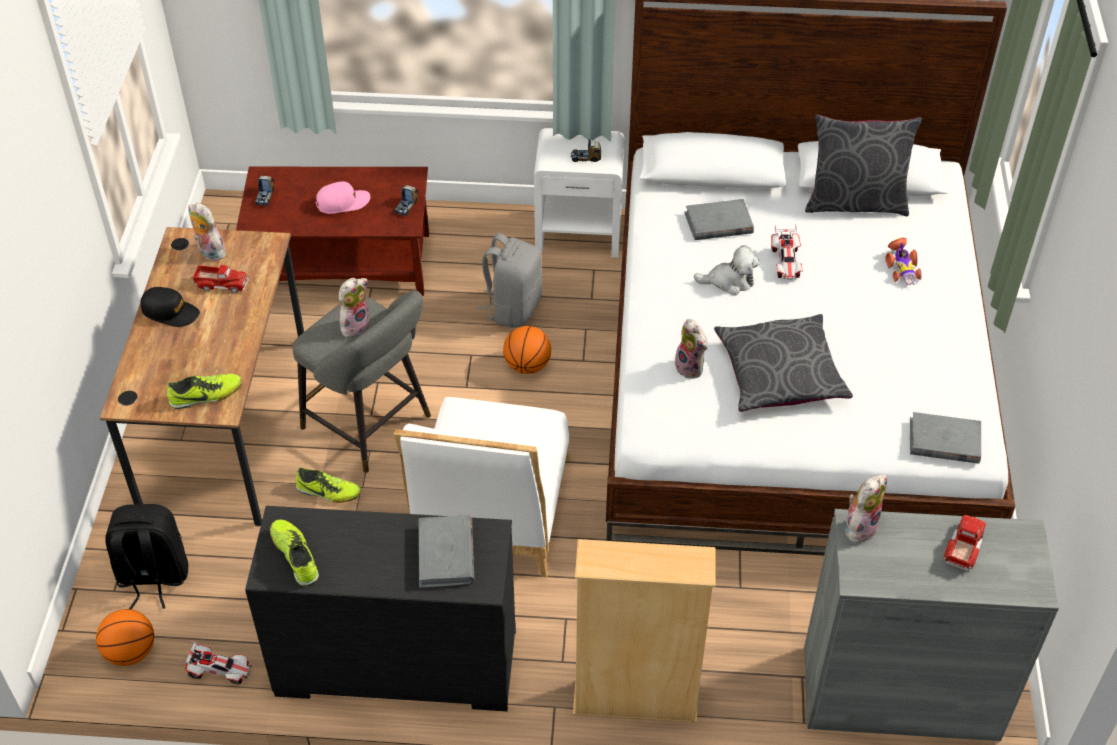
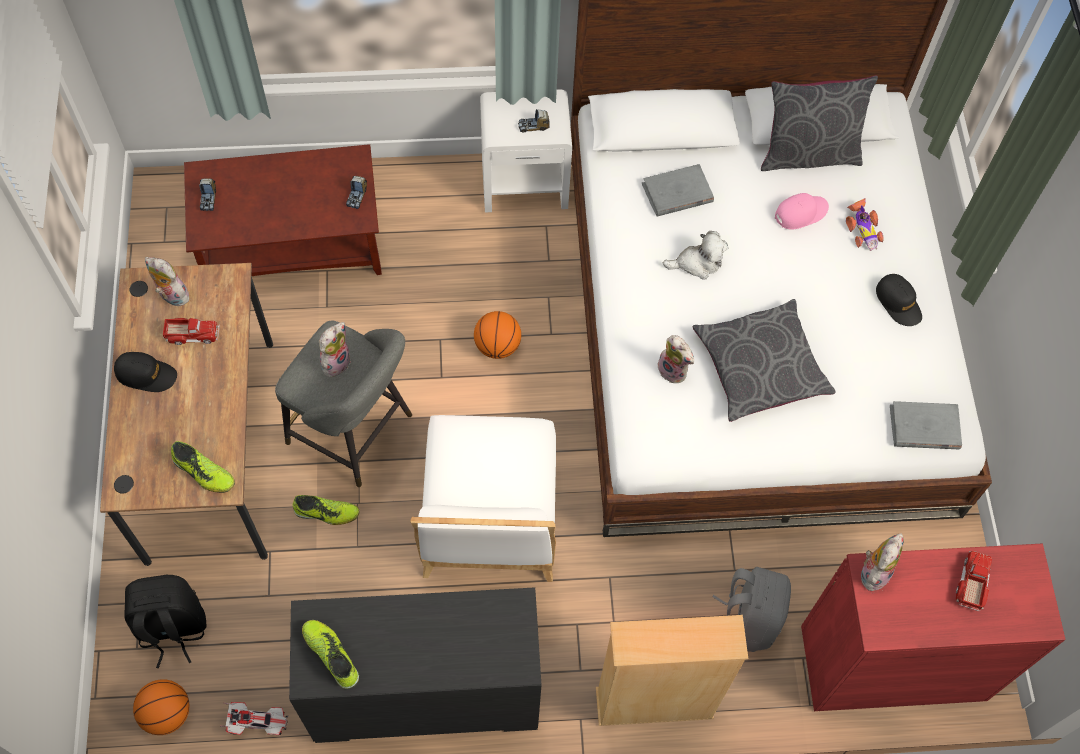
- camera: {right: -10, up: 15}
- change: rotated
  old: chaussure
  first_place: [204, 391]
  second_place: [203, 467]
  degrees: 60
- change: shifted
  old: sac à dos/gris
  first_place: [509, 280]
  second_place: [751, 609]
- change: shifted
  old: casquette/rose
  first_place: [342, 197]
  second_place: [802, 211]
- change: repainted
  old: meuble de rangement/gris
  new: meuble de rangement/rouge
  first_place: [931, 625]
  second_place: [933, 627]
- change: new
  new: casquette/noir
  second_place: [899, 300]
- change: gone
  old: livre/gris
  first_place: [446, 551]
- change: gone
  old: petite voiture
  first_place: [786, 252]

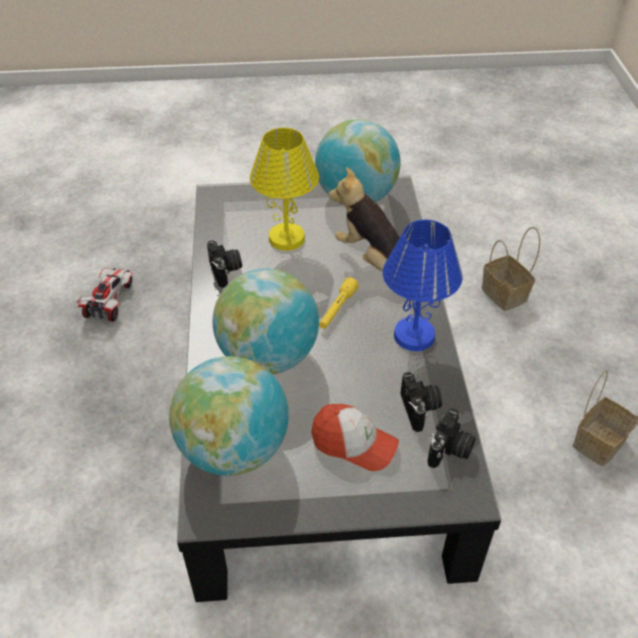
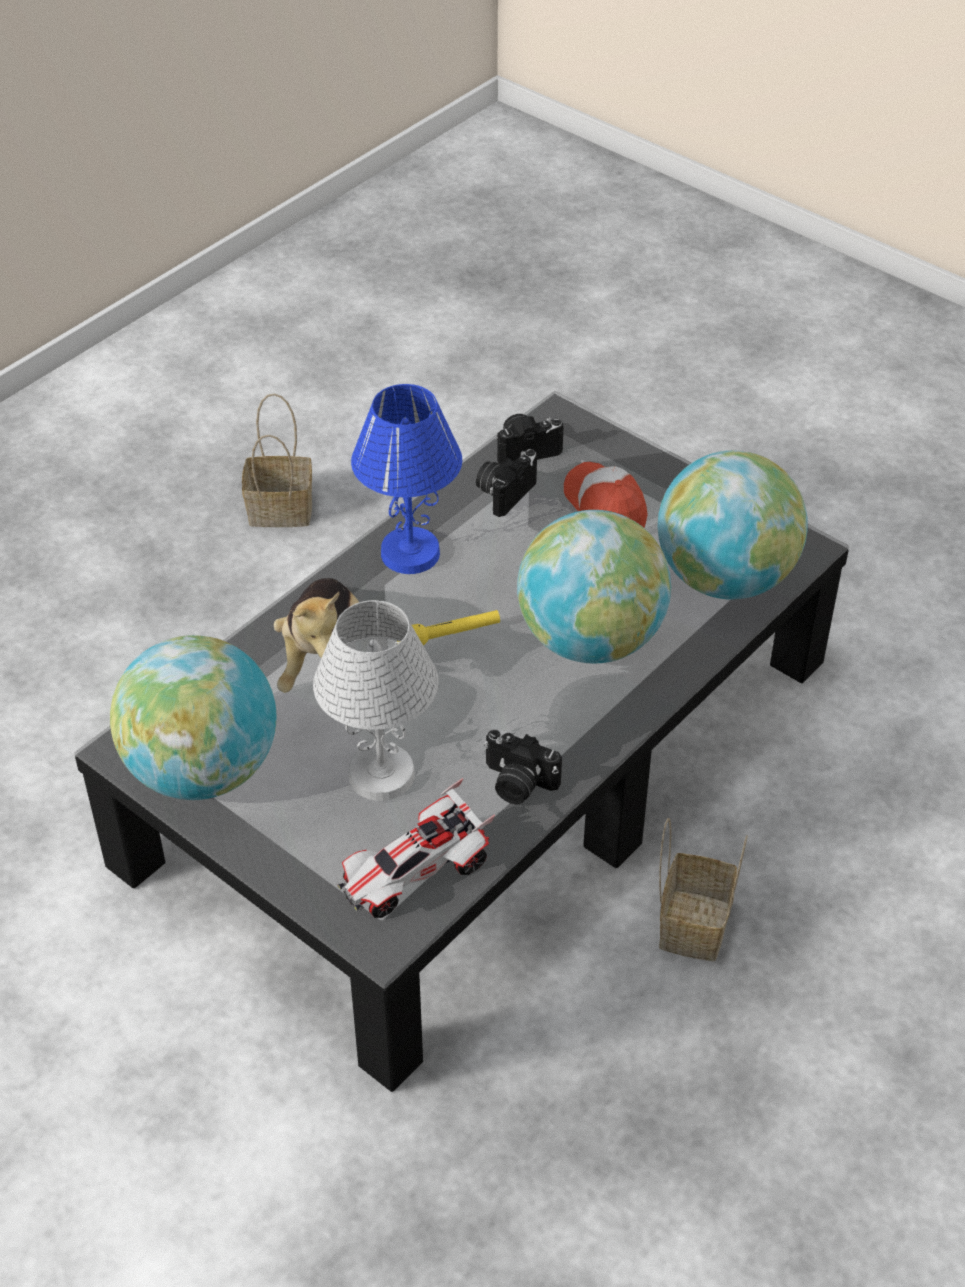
- camera: {right: -135, up: 0}
- change: repainted
  old: lampe de table/jaune
  new: lampe de table/blanc
  first_place: [284, 189]
  second_place: [376, 700]
- change: shifted
  old: petite voiture
  first_place: [104, 295]
  second_place: [416, 848]
- change: rotated
  old: appareil photo
  first_place: [224, 264]
  second_place: [523, 767]
  degrees: -90
- change: shifted
  old: panier
  first_place: [510, 269]
  second_place: [703, 889]

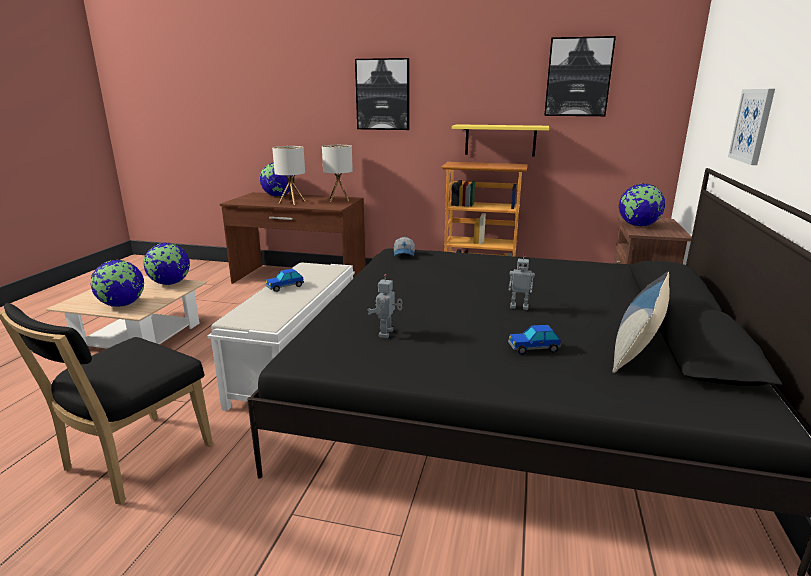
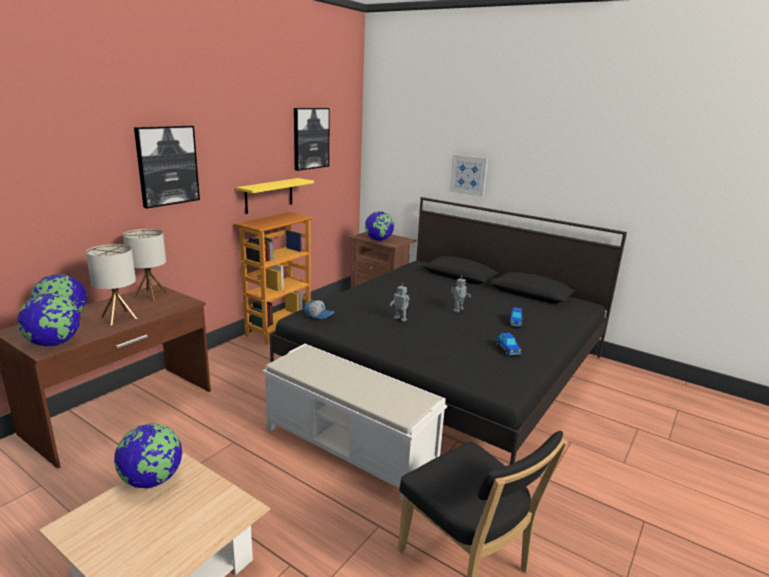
- camera: {right: -70, up: 0}
- change: shifted
  old: globe
  first_place: [117, 283]
  second_place: [49, 320]
- change: shifted
  old: robot jouet
  first_place: [385, 306]
  second_place: [400, 302]
- change: shifted
  old: petite voiture
  first_place: [284, 280]
  second_place: [508, 344]
- change: gone
  old: coussin
  first_place: [641, 322]

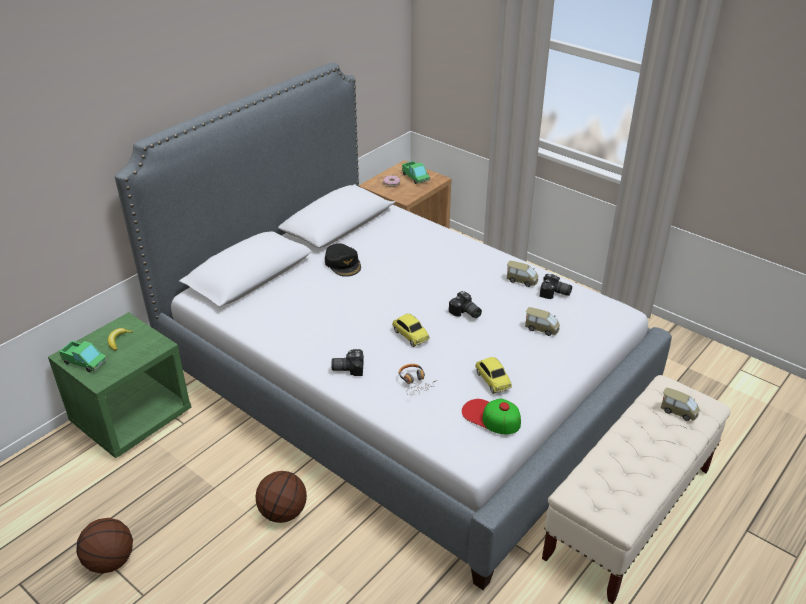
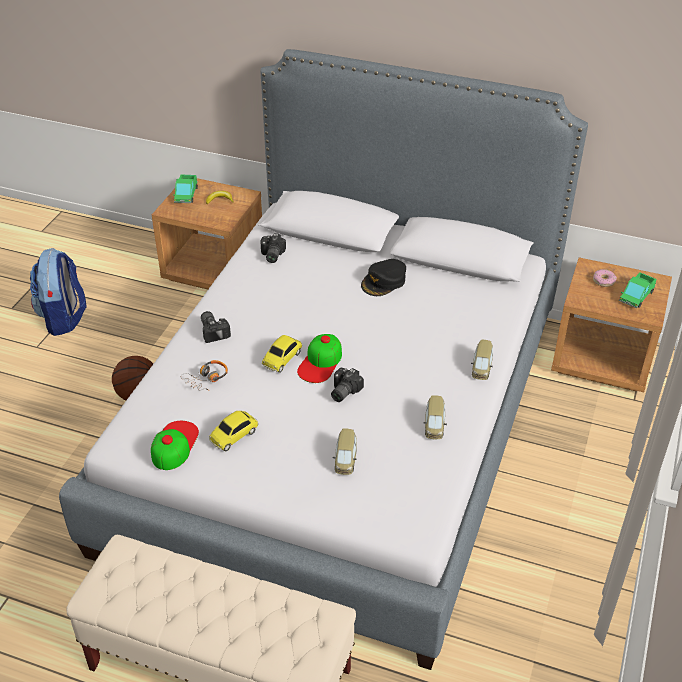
- camera: {right: 70, up: 5}
- change: swapped
  old: ballon de basket
  new: sac à dos
  first_place: [104, 546]
  second_place: [58, 292]
- change: repainted
  old: table de chevet/vert
  new: table de chevet/marron
  first_place: [119, 385]
  second_place: [207, 234]
- change: shifted
  old: appareil photo
  first_place: [556, 286]
  second_place: [273, 248]
- change: new
  new: casquette
  second_place: [319, 358]
- change: shifted
  old: petite voiture
  first_place: [680, 404]
  second_place: [482, 360]

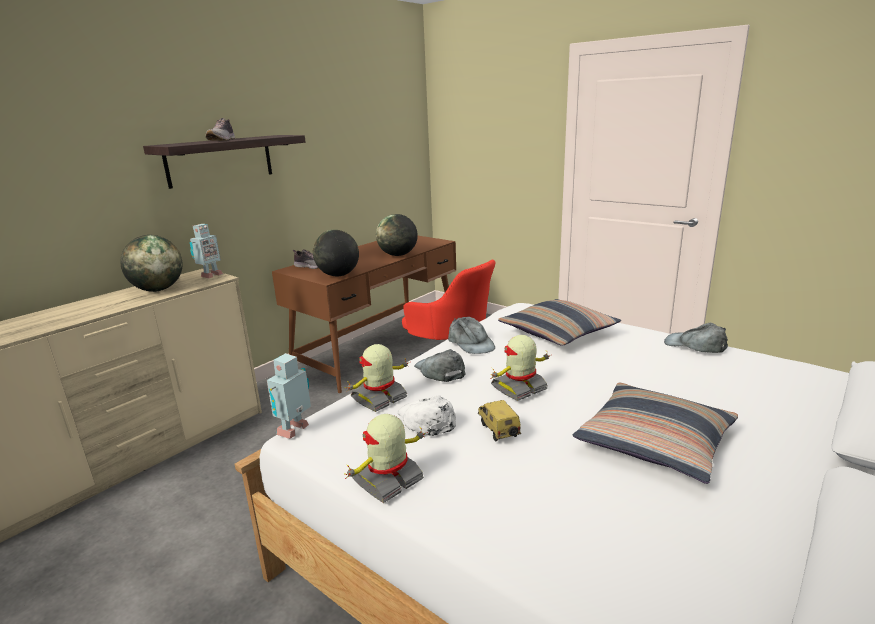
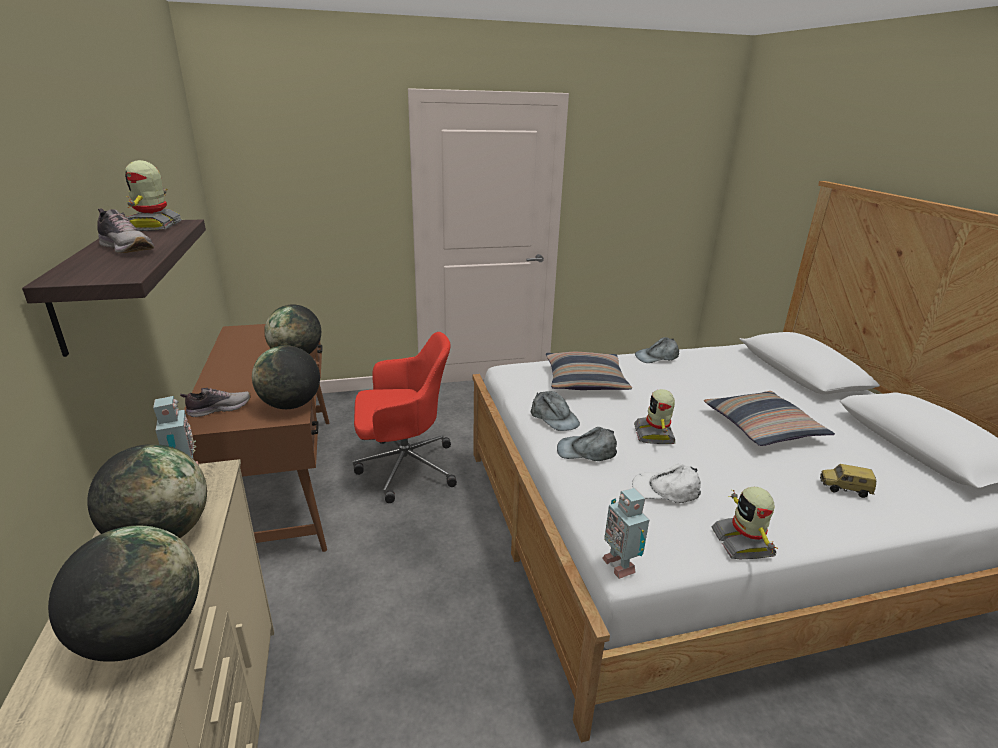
- camera: {right: -55, up: 5}
- change: new
  new: globe
  second_place: [123, 594]
- change: shifted
  old: robot jouet
  first_place: [377, 378]
  second_place: [153, 195]
- change: rotated
  old: casquette/gris
  first_place: [471, 335]
  second_place: [555, 411]
  degrees: 45
- change: shifted
  old: petite voiture
  first_place: [499, 421]
  second_place: [848, 481]

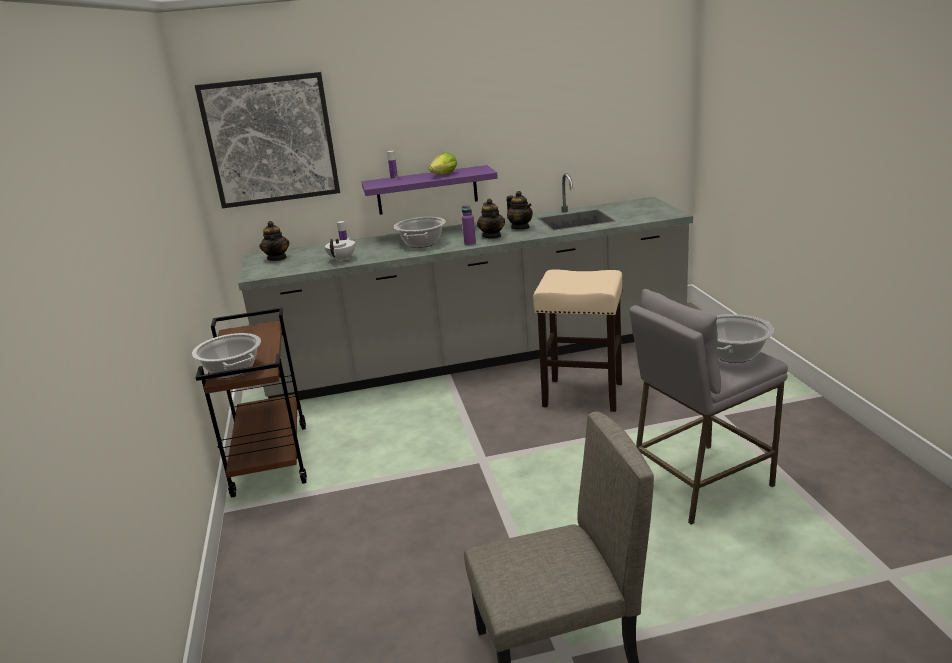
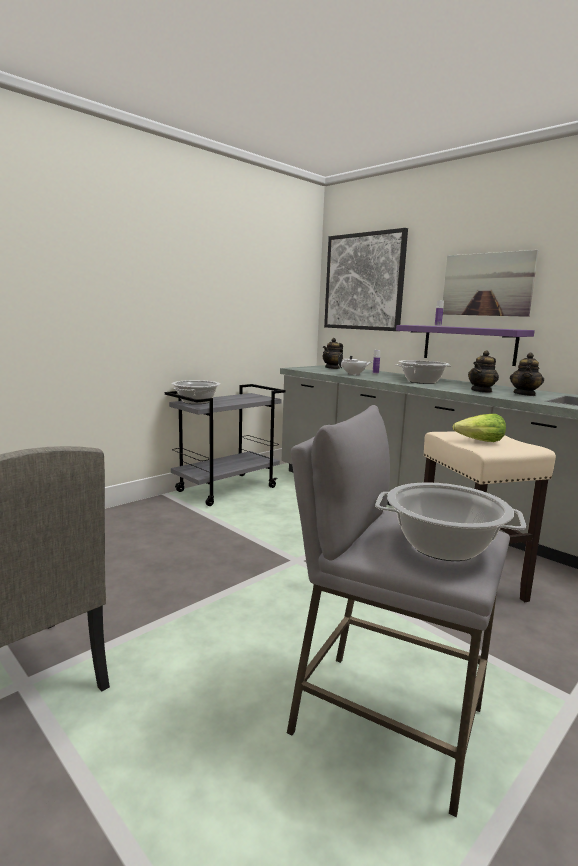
- camera: {right: 55, up: -10}
- change: repainted
  old: chariot/marron
  new: chariot/gris
  first_place: [251, 402]
  second_place: [225, 445]
- change: new
  new: tableau
  second_place: [491, 283]
- change: shifted
  old: laitue
  first_place: [442, 163]
  second_place: [479, 428]
- change: gone
  old: bouteille/violet
  first_place: [469, 225]

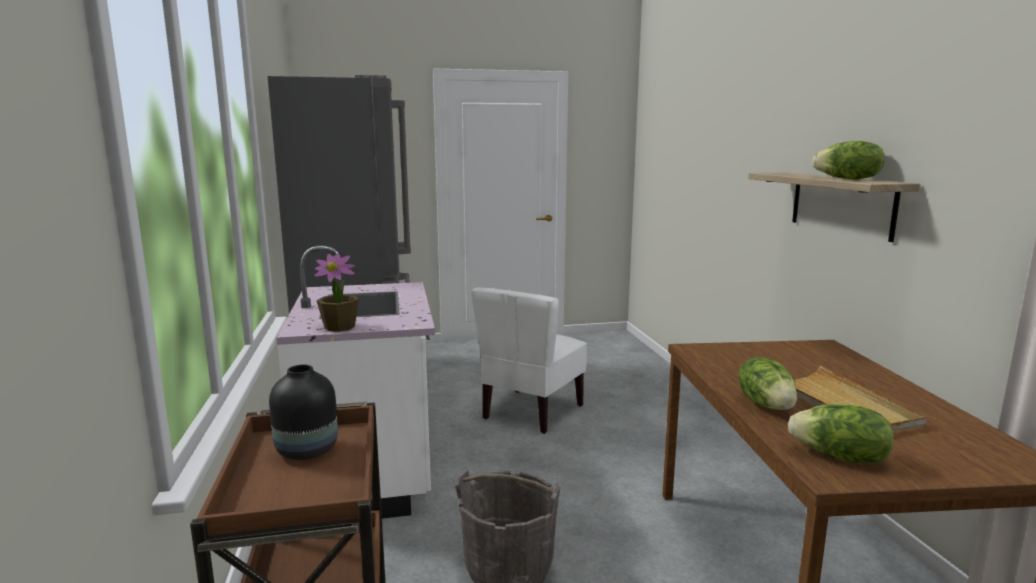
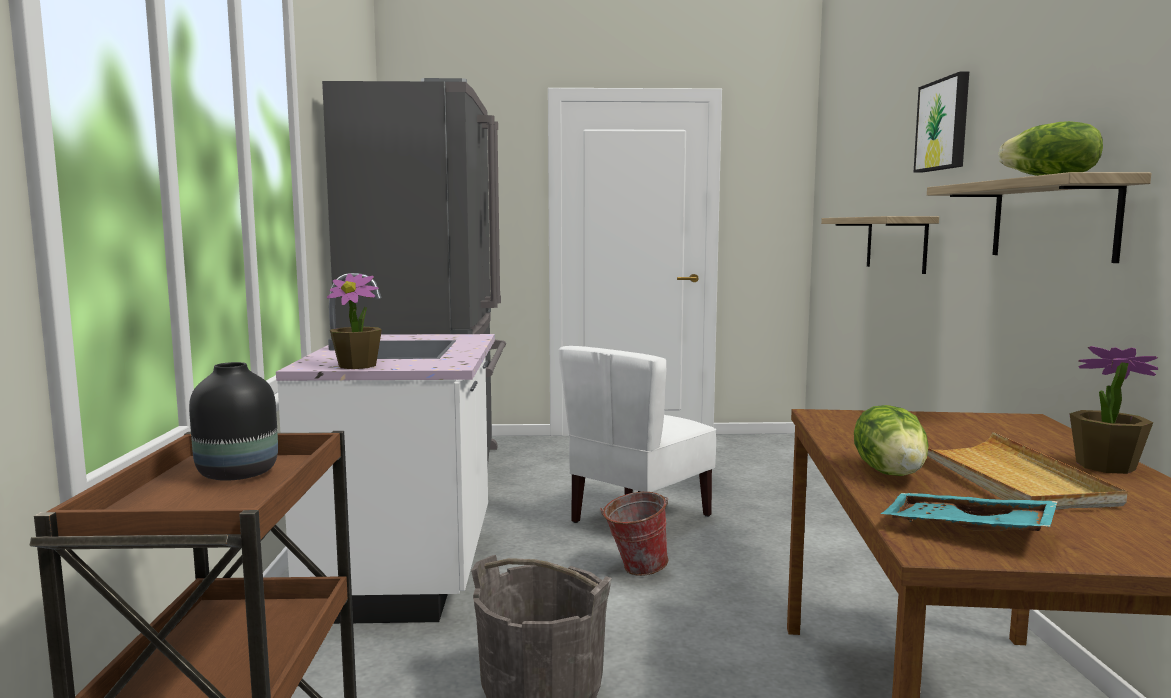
- camera: {right: 10, up: -5}
- change: new
  new: seau
  second_place: [634, 534]
- change: new
  new: étagère
  second_place: [880, 245]
- change: swapped
  old: laitue
  new: plateau/turquoise
  first_place: [841, 433]
  second_place: [969, 512]
- change: new
  new: tableau
  second_place: [941, 122]
- change: new
  new: plante en pot
  second_place: [1113, 410]

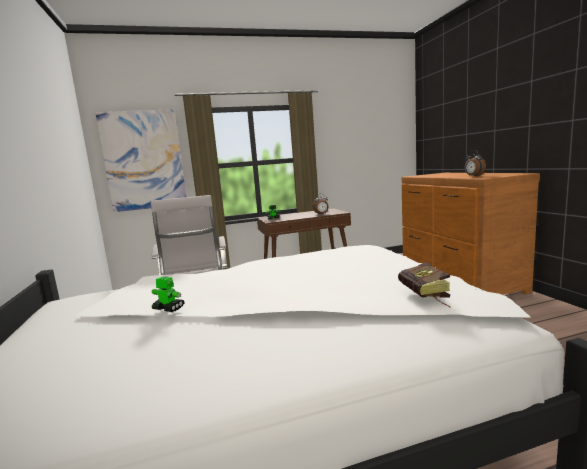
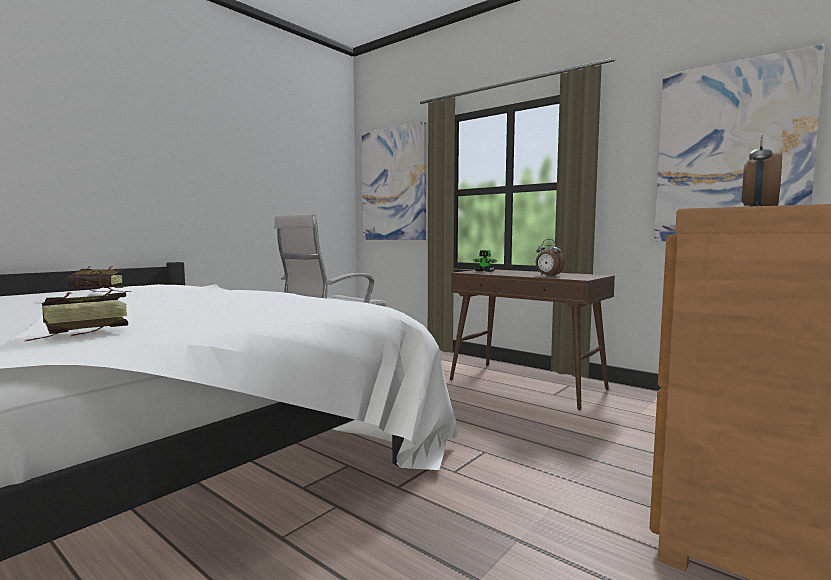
- camera: {right: 55, up: -5}
- change: swapped
  old: robot jouet
  new: livre
  first_place: [168, 294]
  second_place: [99, 279]
- change: new
  new: tableau
  second_place: [740, 142]

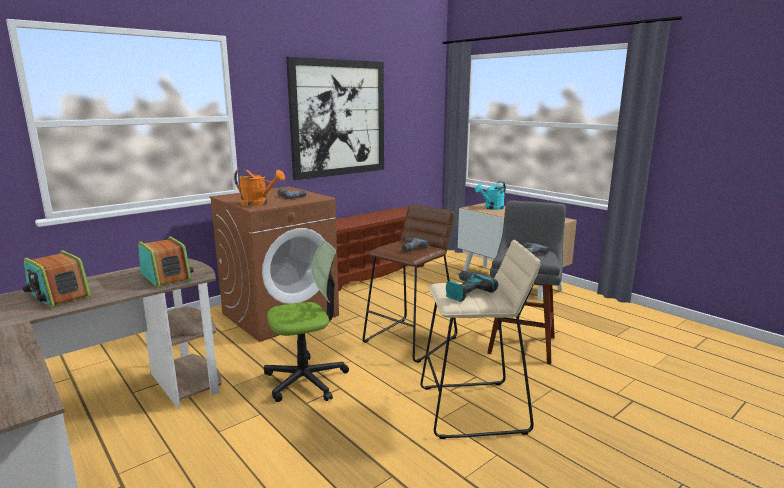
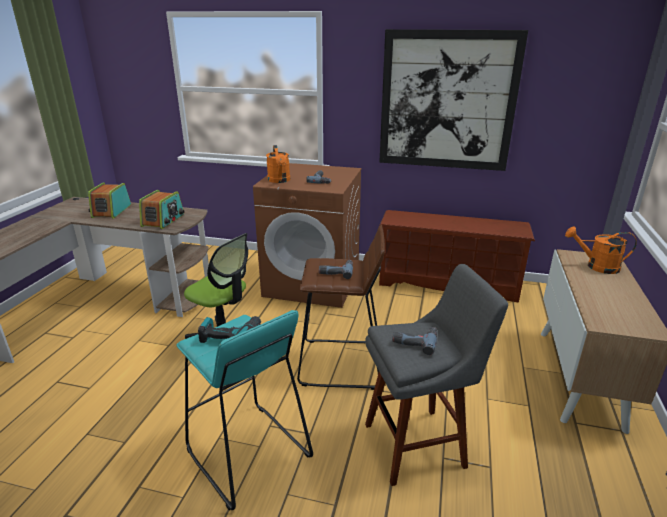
- camera: {right: 55, up: 10}
- change: repainted
  old: tabouret/beige
  new: tabouret/turquoise
  first_place: [480, 339]
  second_place: [245, 410]
- change: repainted
  old: arrosoir/turquoise
  new: arrosoir/orange
  first_place: [490, 195]
  second_place: [601, 250]

